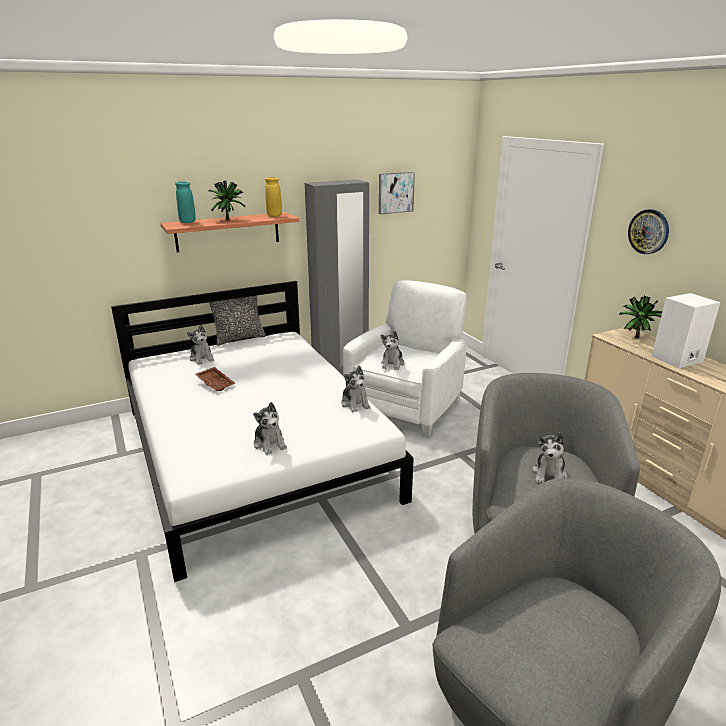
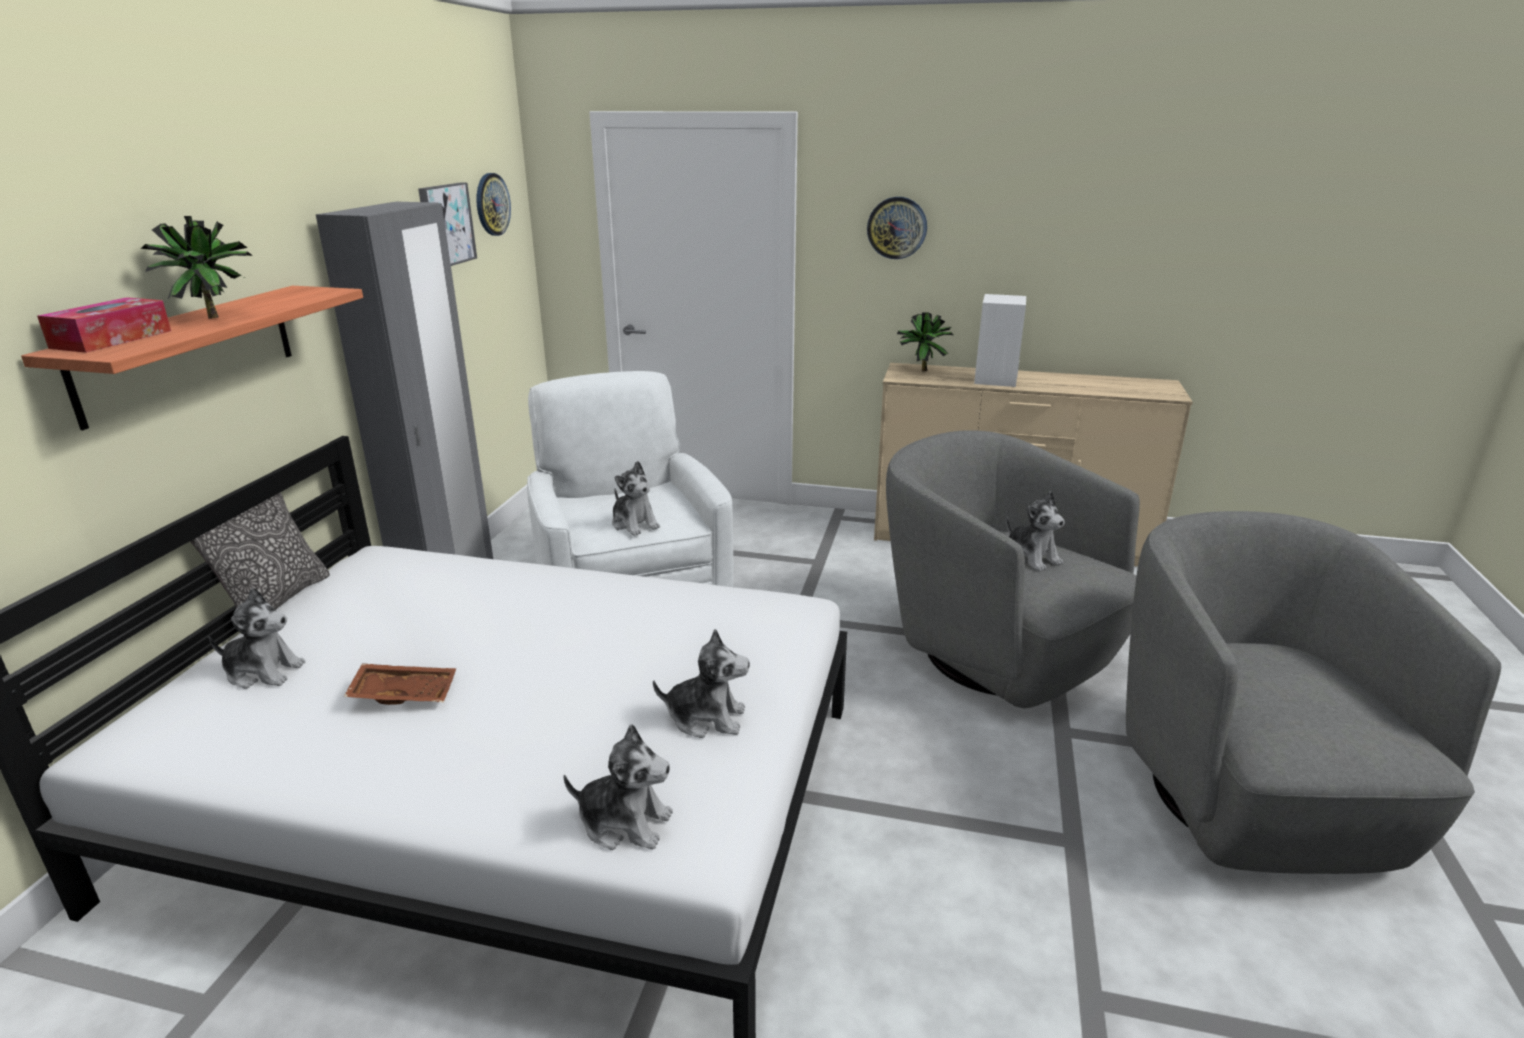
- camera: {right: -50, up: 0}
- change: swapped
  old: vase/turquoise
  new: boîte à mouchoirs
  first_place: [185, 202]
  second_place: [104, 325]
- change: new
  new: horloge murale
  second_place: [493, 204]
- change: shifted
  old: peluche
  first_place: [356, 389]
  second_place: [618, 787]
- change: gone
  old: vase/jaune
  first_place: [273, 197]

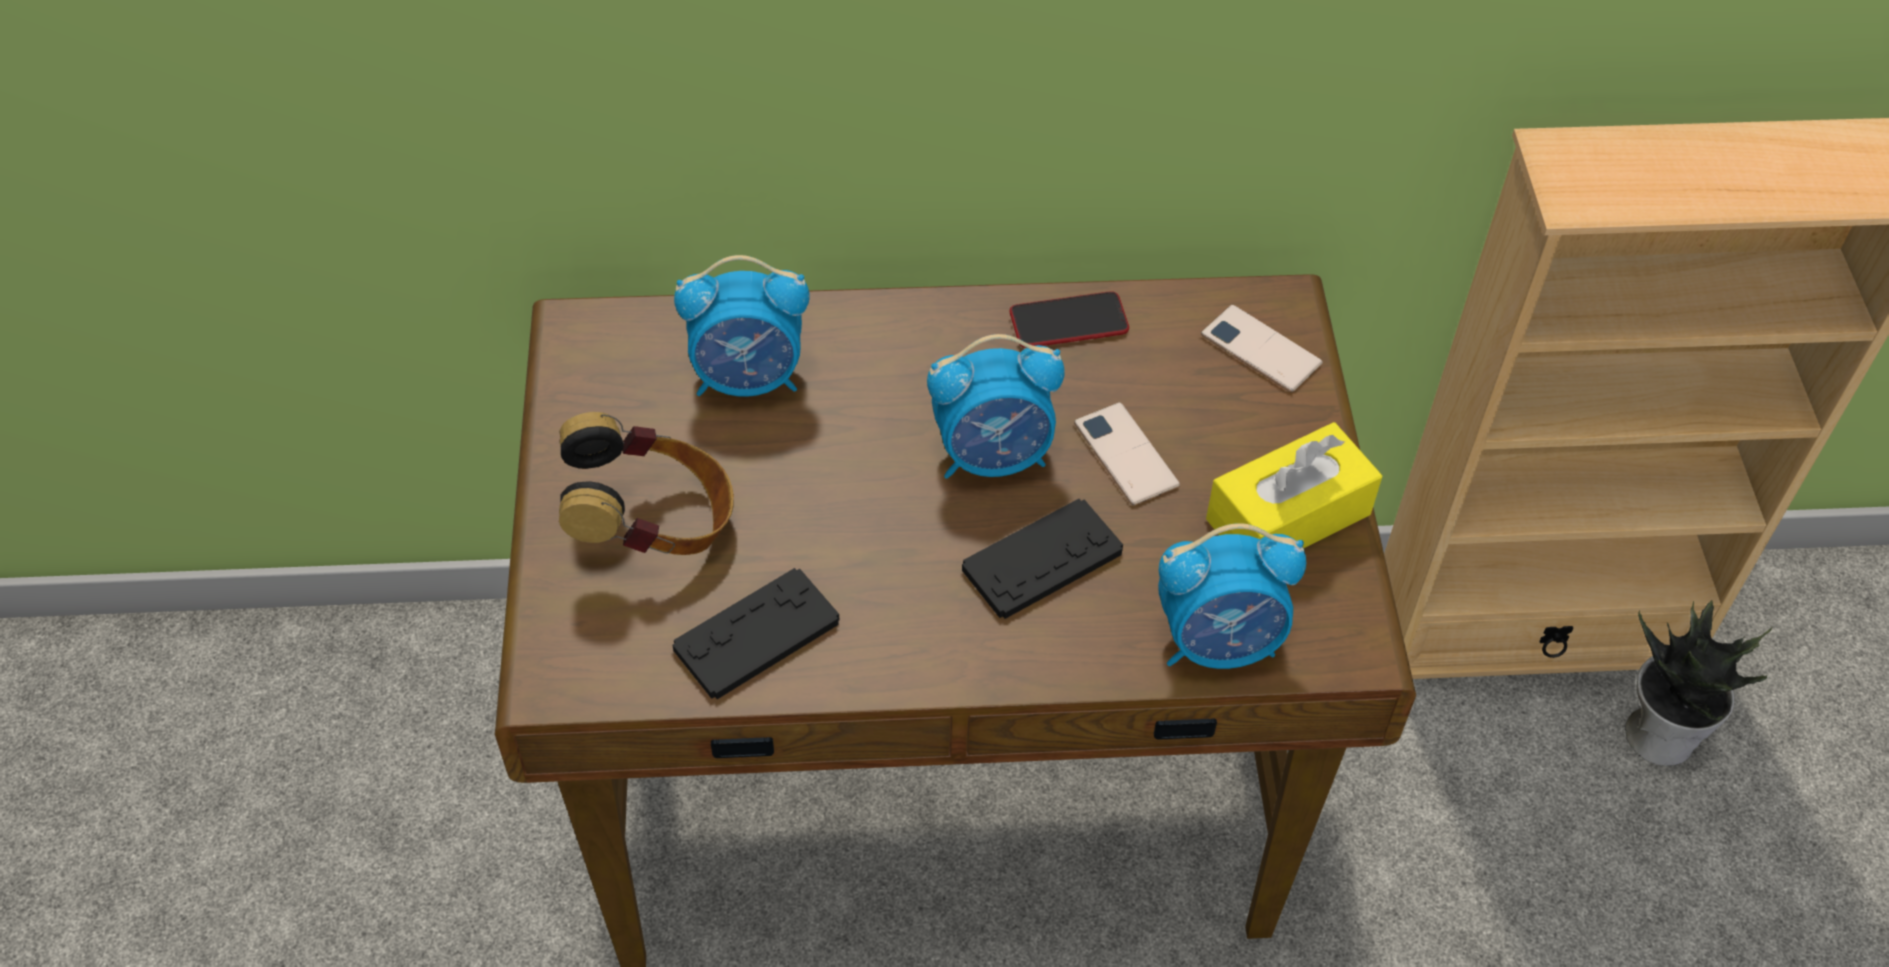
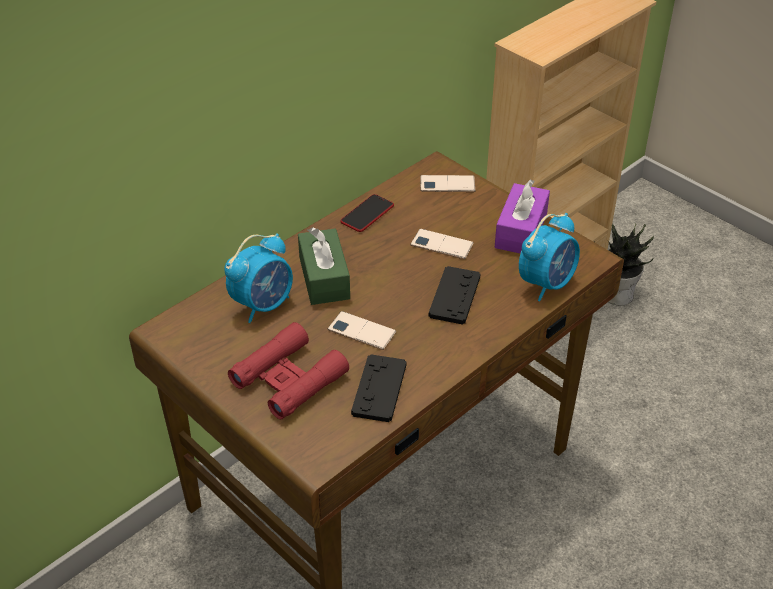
- camera: {right: -40, up: -10}
- change: swapped
  old: casque audio
  new: jumelles/rouge
  first_place: [646, 483]
  second_place: [288, 370]
- change: new
  new: boîte à mouchoirs/vert
  second_place: [324, 266]
- change: new
  new: téléphone
  second_place: [362, 330]
- change: repainted
  old: boîte à mouchoirs/jaune
  new: boîte à mouchoirs/violet
  first_place: [1294, 485]
  second_place: [522, 216]
- change: gone
  old: réveil
  first_place: [996, 406]

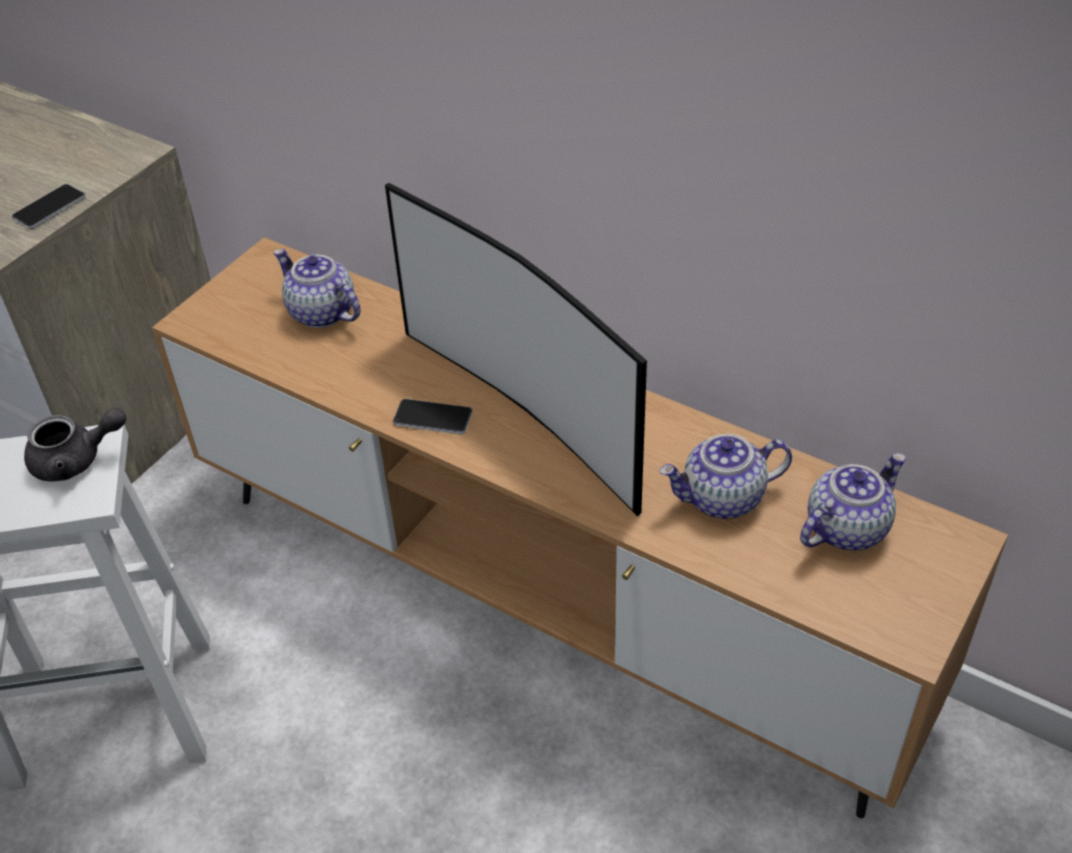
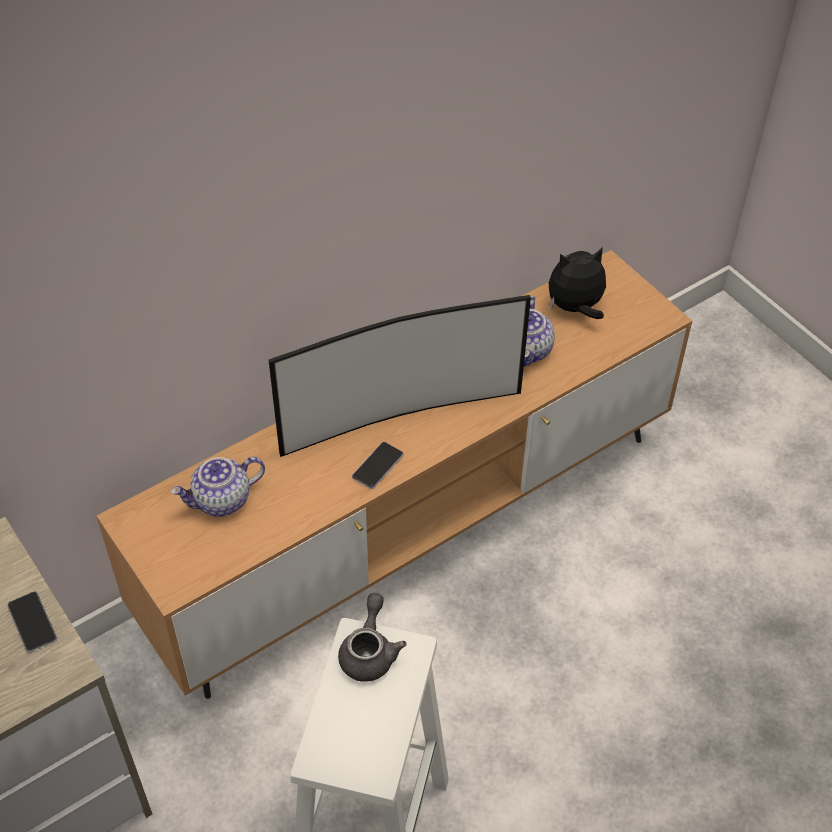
- camera: {right: -70, up: 5}
- change: swapped
  old: théière
  new: peluche
  first_place: [853, 501]
  second_place: [577, 283]

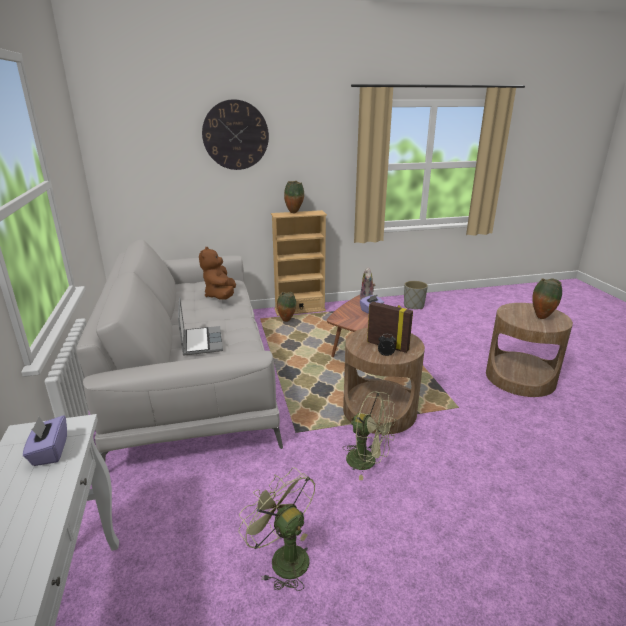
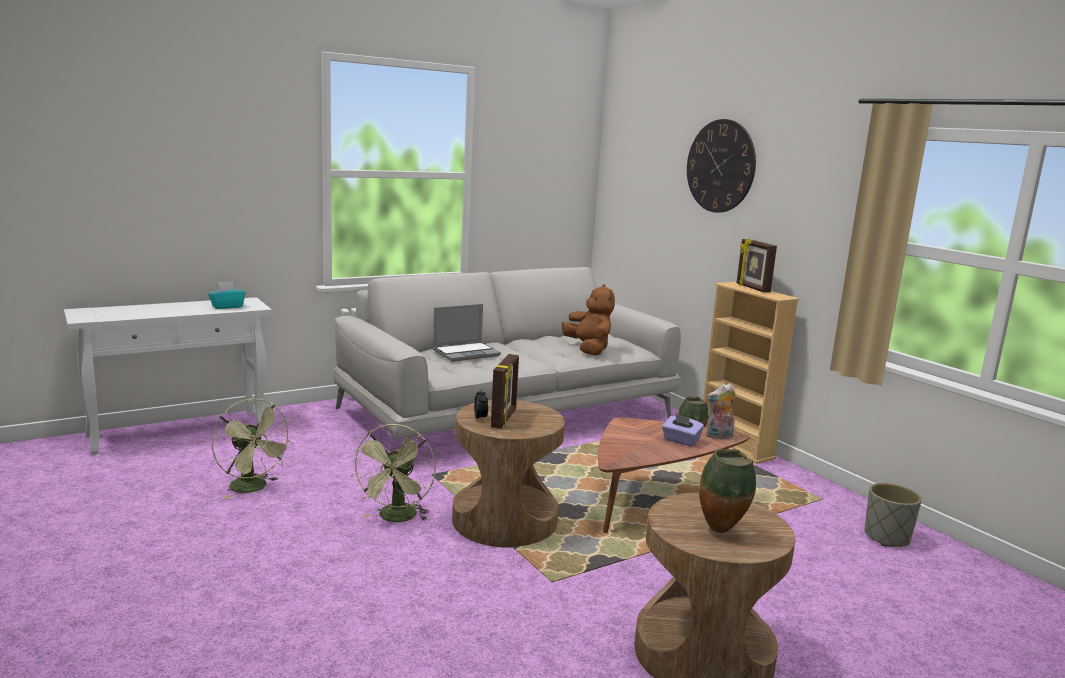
- camera: {right: 70, up: -10}
- change: repainted
  old: boîte à mouchoirs/violet
  new: boîte à mouchoirs/turquoise
  first_place: [45, 440]
  second_place: [227, 295]
- change: rotated
  old: ventilateur/vert
  first_place: [276, 529]
  second_place: [252, 449]
  degrees: 105
- change: rotated
  old: peluche/marron
  first_place: [217, 273]
  second_place: [588, 319]
  degrees: 90
- change: swapped
  old: vase
  new: cadre photo
  first_place: [294, 197]
  second_place: [757, 265]

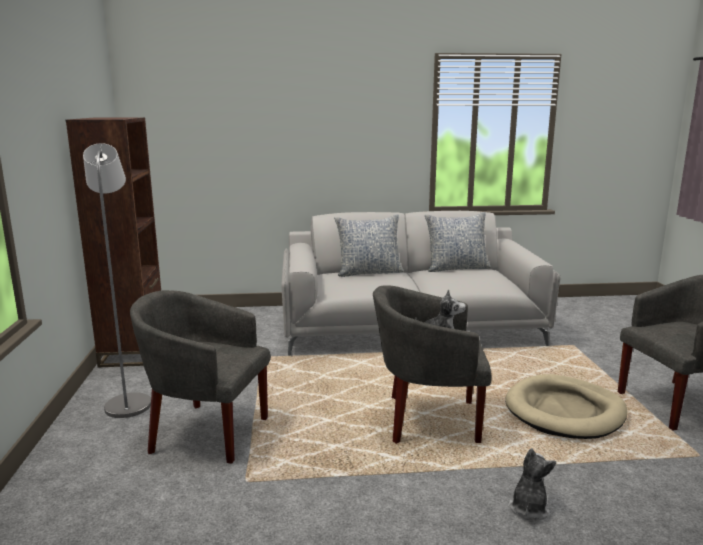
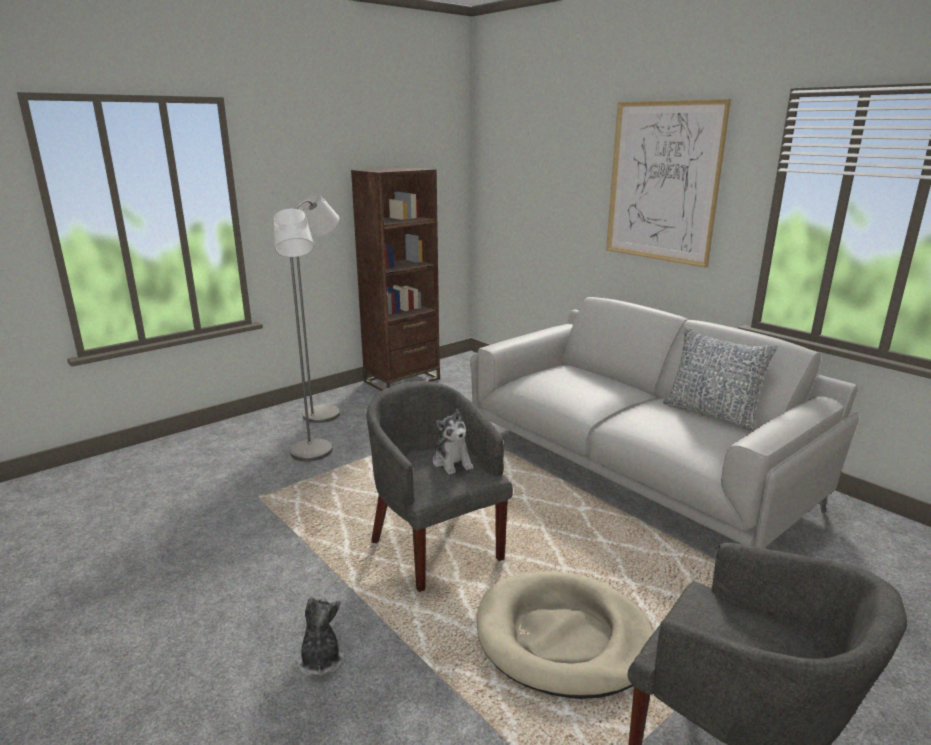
- camera: {right: 55, up: 5}
- change: swapped
  old: fauteuil/gris
  new: lampadaire/gris
  first_place: [200, 377]
  second_place: [303, 335]
- change: rotated
  old: peluche
  first_place: [532, 484]
  second_place: [321, 636]
  degrees: -90
- change: new
  new: tableau
  second_place: [668, 183]
- change: gone
  old: coussin
  first_place: [369, 245]

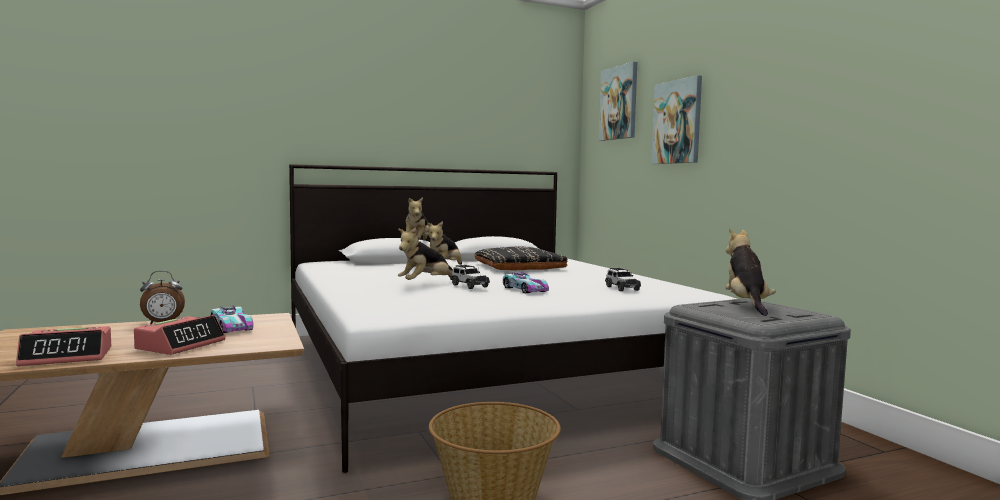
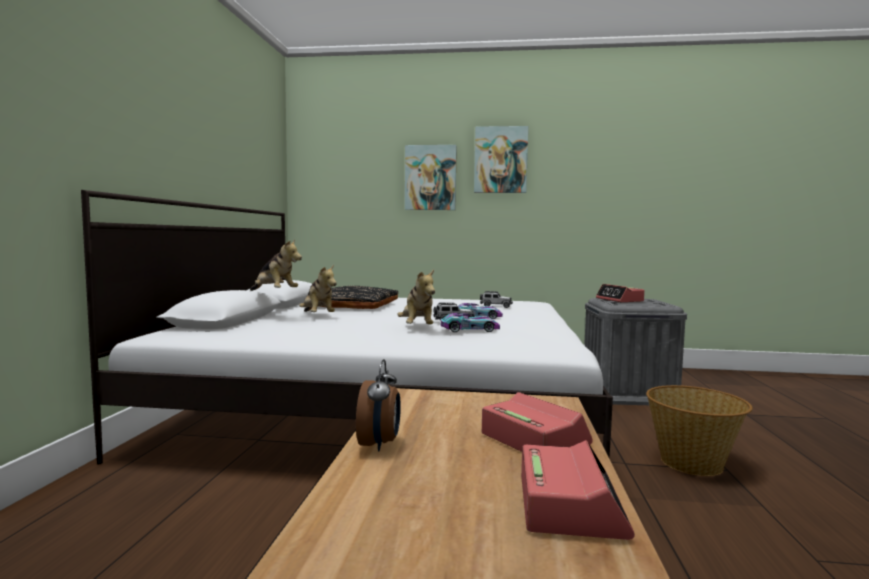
- camera: {right: -60, up: 0}
- change: shifted
  old: petite voiture
  first_place: [232, 319]
  second_place: [470, 322]
- change: shifted
  old: tableau
  first_place: [618, 101]
  second_place: [501, 159]
- change: swapped
  old: peluche
  new: réveil
  first_place: [750, 272]
  second_place: [620, 293]

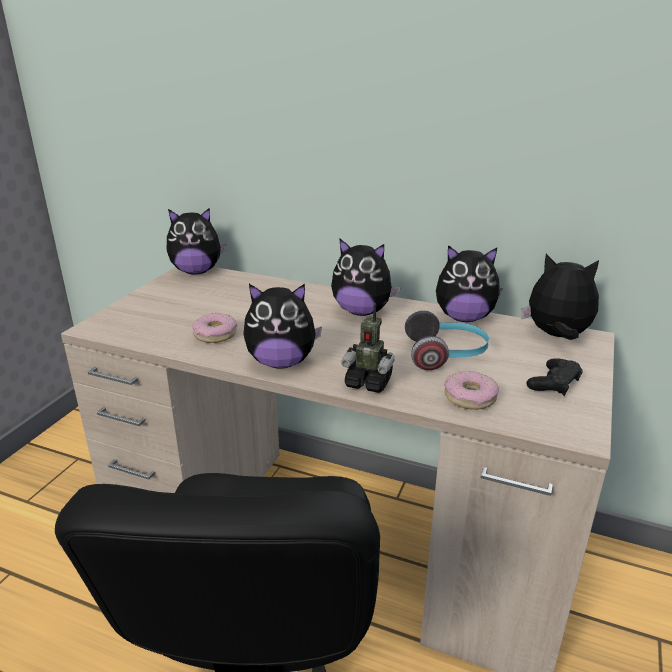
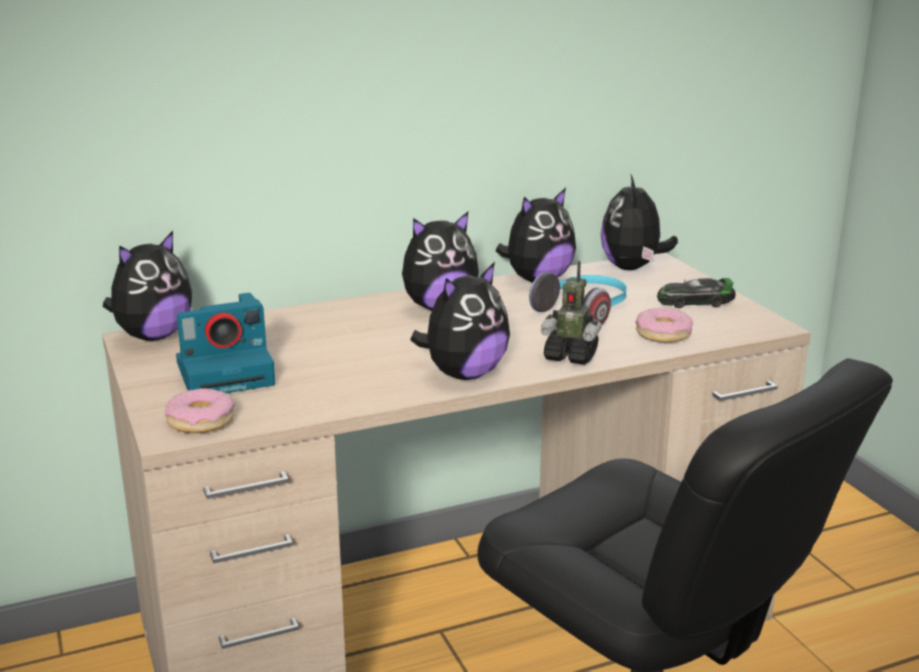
- camera: {right: -45, up: -5}
- change: shifted
  old: beignet
  first_place: [214, 328]
  second_place: [200, 410]
- change: new
  new: appareil photo
  second_place: [225, 343]
- change: rotated
  old: robot jouet
  first_place: [368, 348]
  second_place: [570, 313]
  degrees: 45
- change: rotated
  old: peluche
  first_place: [560, 297]
  second_place: [639, 222]
  degrees: -60
- change: swapped
  old: manette/noir
  new: petite voiture
  first_place: [554, 377]
  second_place: [696, 293]

